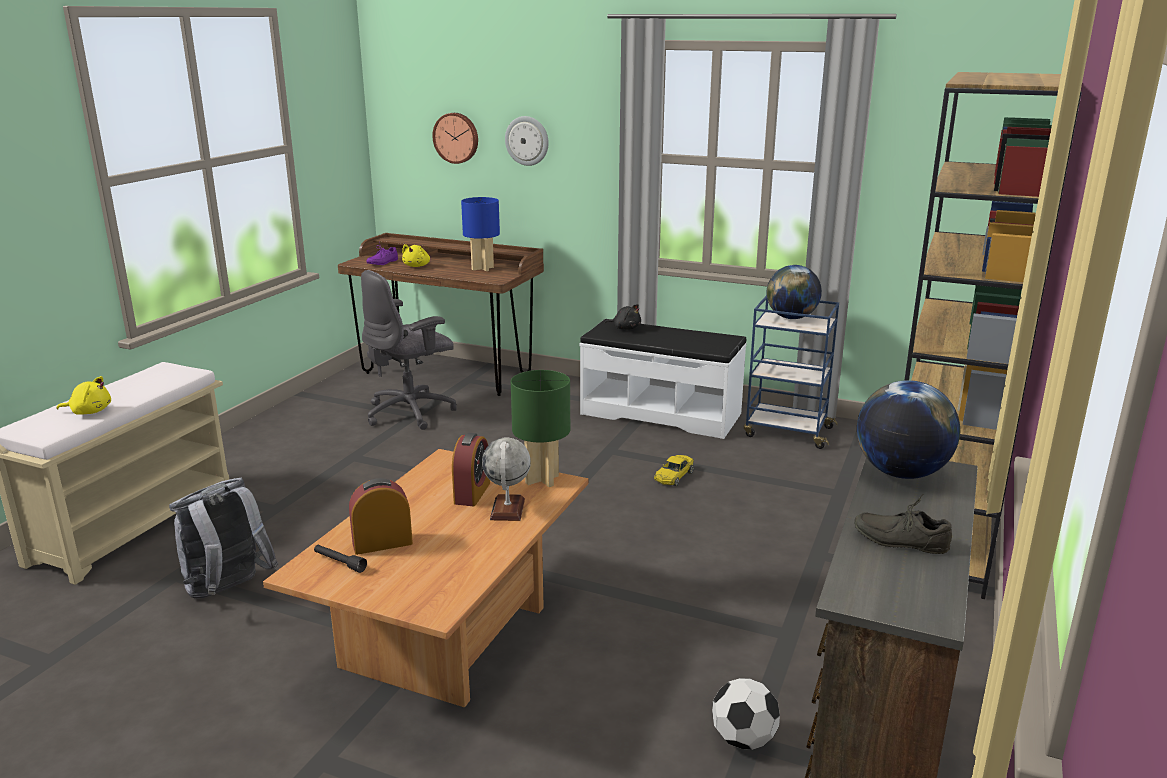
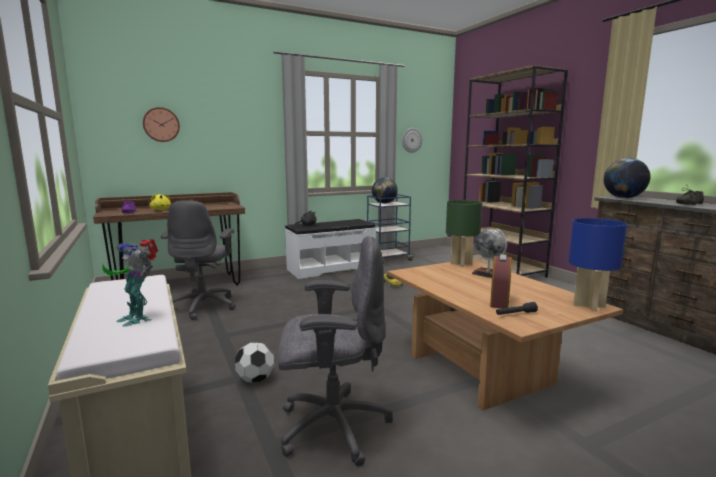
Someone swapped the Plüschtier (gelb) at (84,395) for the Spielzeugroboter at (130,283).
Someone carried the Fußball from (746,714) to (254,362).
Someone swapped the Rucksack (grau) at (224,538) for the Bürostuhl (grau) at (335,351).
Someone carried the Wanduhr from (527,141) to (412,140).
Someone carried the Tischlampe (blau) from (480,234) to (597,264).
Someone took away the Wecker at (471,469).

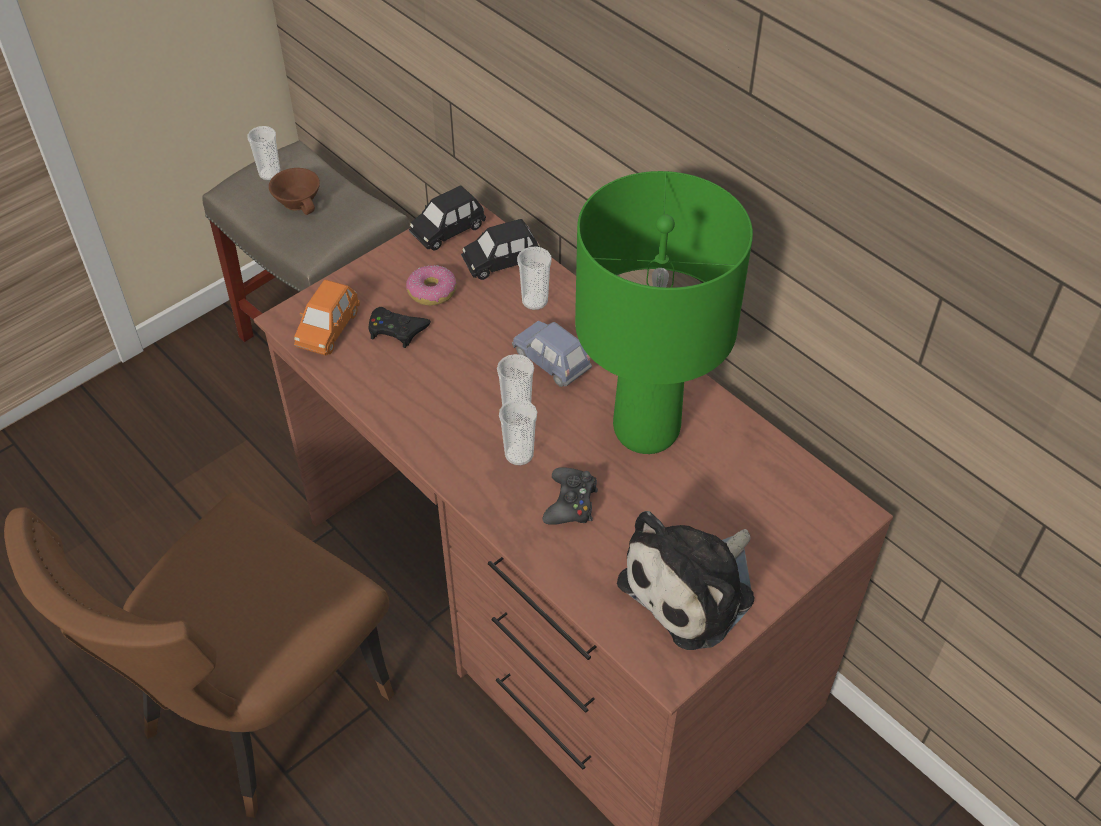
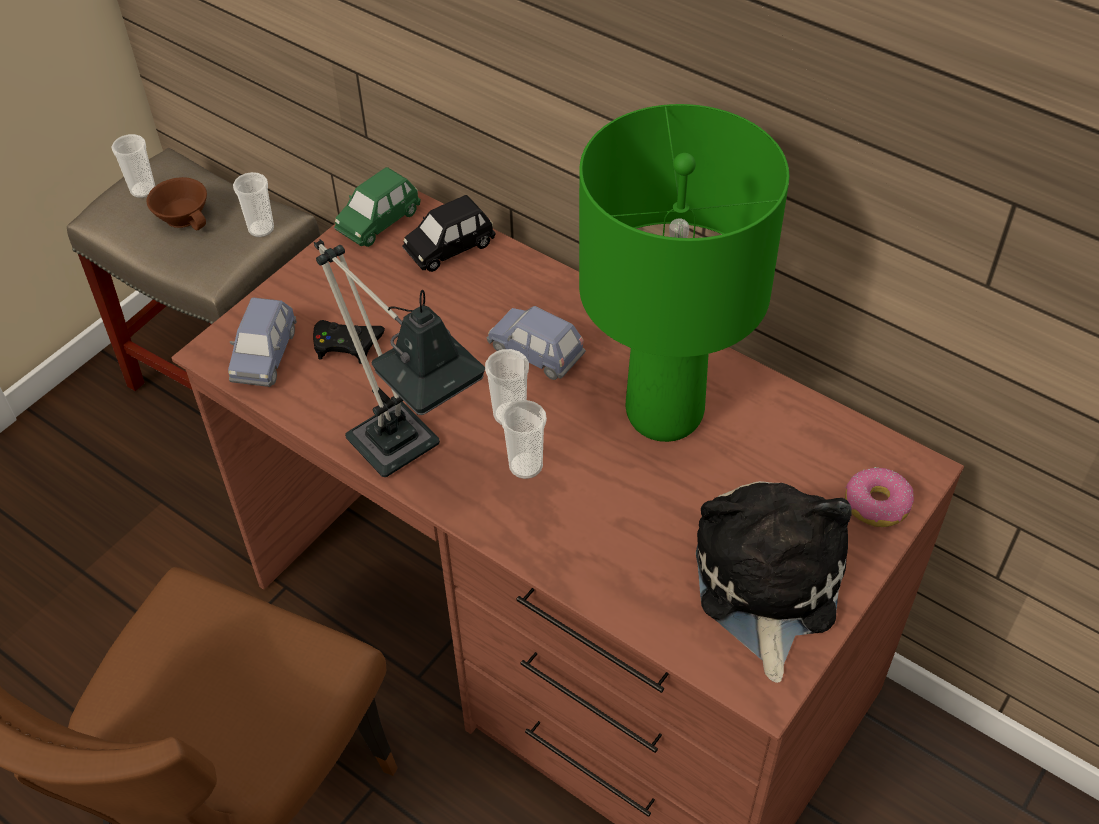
Someone repainted the Spielzeugauto (orange) at (327,318), which became the Spielzeugauto (blau) at (262,342).
Someone carried the Tasse from (534,278) to (253,204).
Someone put down the Tischlampe at (399,358).
Someone repainted the Spielzeugauto (schwarz) at (447,218), which became the Spielzeugauto (grün) at (377,207).
Someone rotated the Plüschtier at (685,580) by 150 degrees clockwise.
Someone carried the Donut from (431,285) to (879,497).
Someone took away the Gamepad (schwarz) at (570,496).

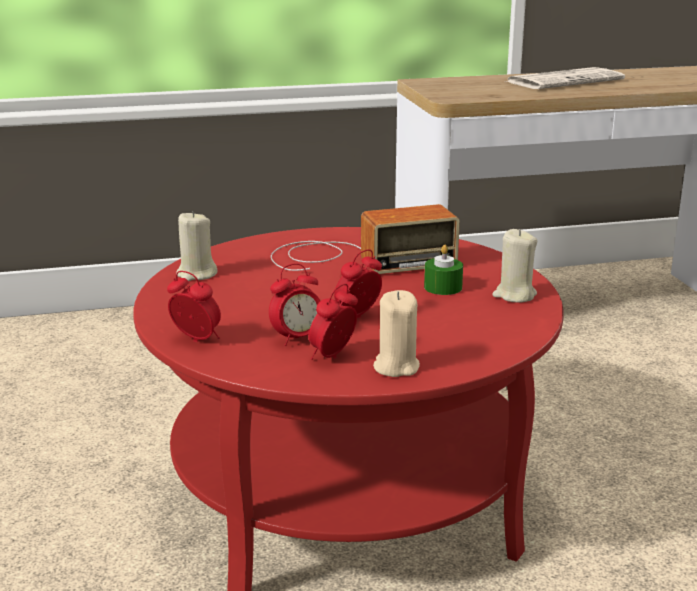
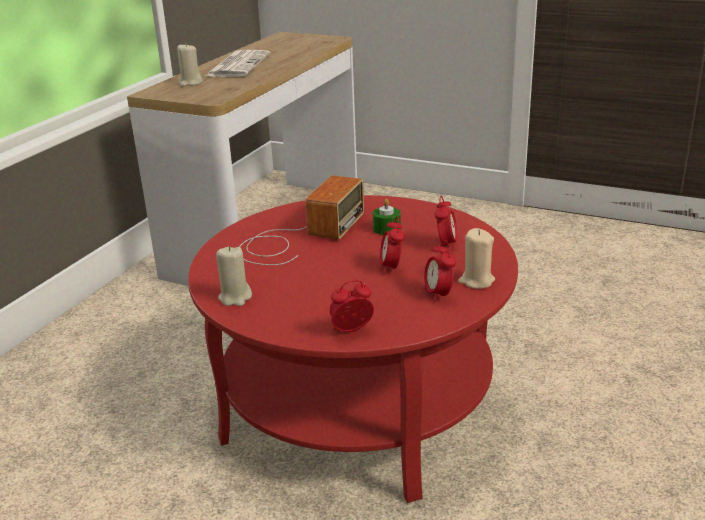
Someone carried the Kerze (beige) from (514,266) to (190,64).
Someone carried the Wecker from (294,304) to (446,223).

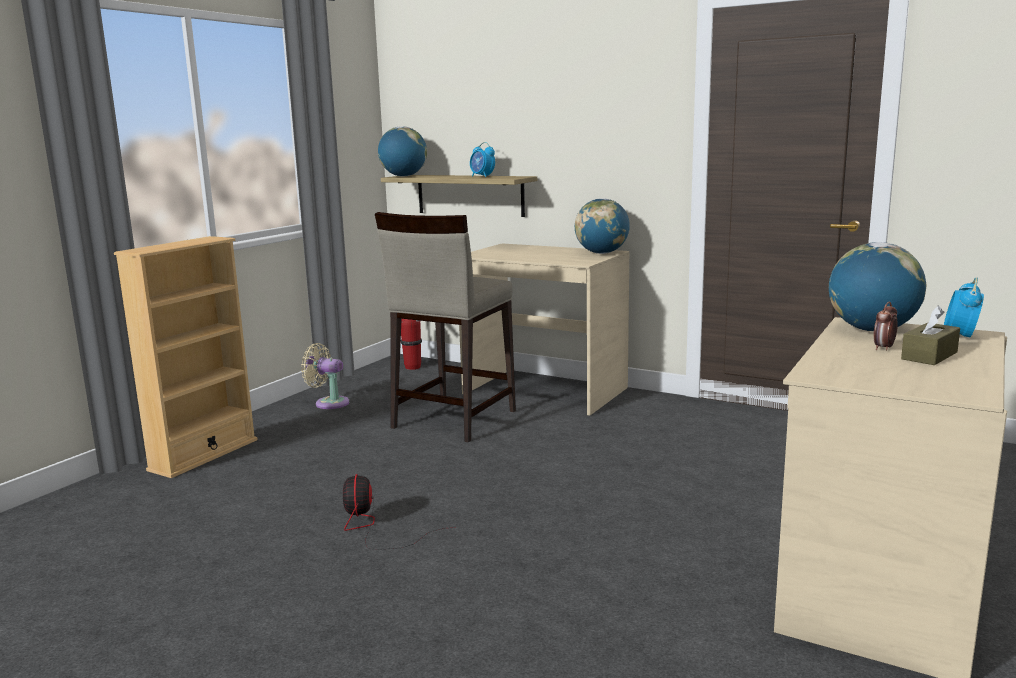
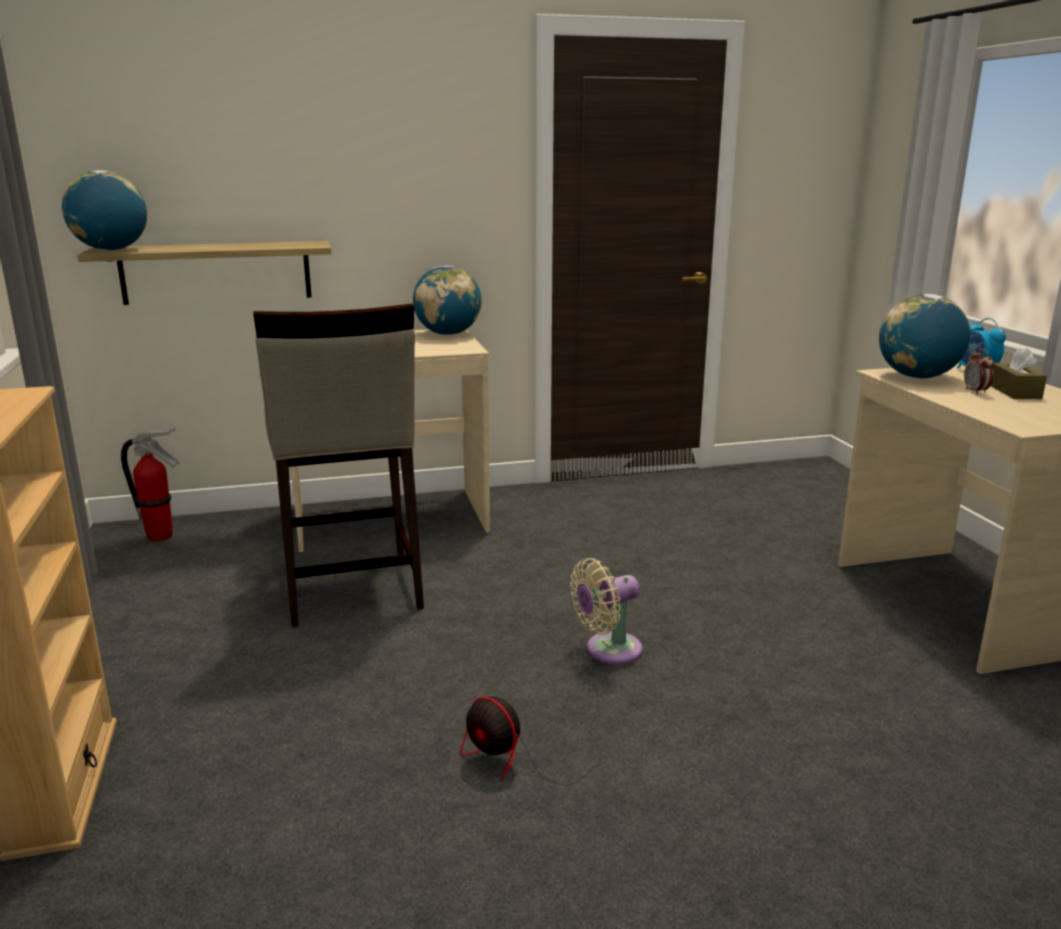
Someone carried the Ventilator (beige) from (325,376) to (606,611).
Someone took away the Wecker at (482,159).

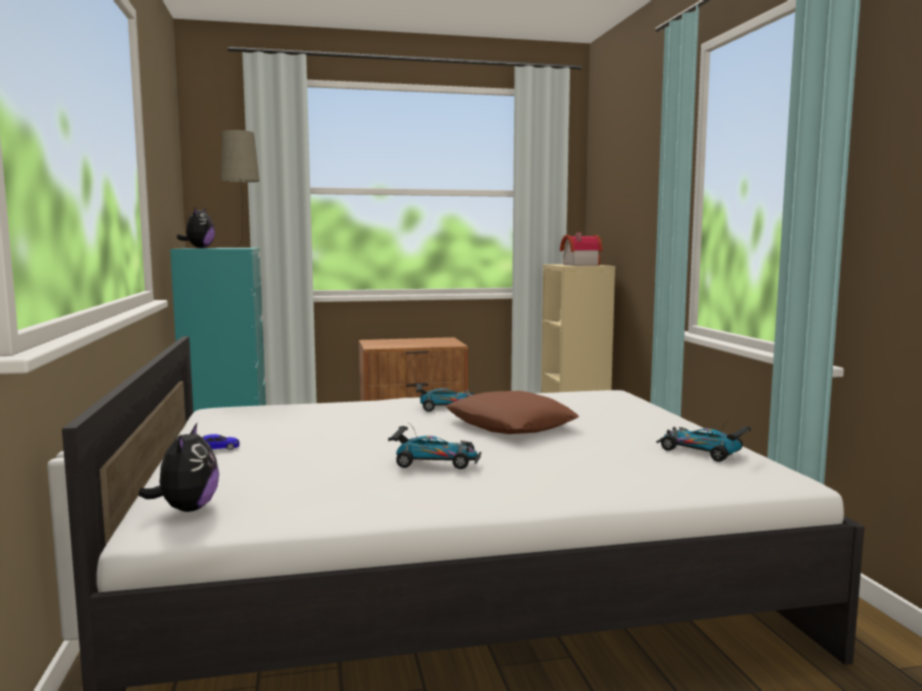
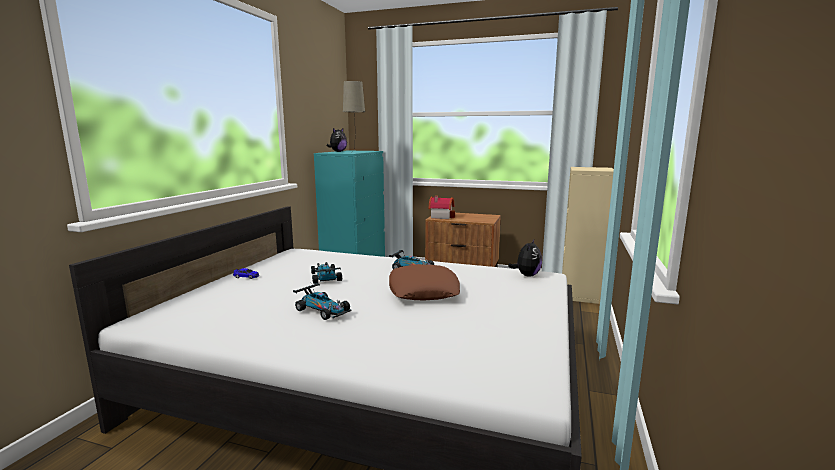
Someone carried the Spielzeugauto from (703,441) to (326,273).
Someone carried the Spielzeughaus from (581,249) to (441,207).
Someone carried the Plüschtier from (178,467) to (525,257).

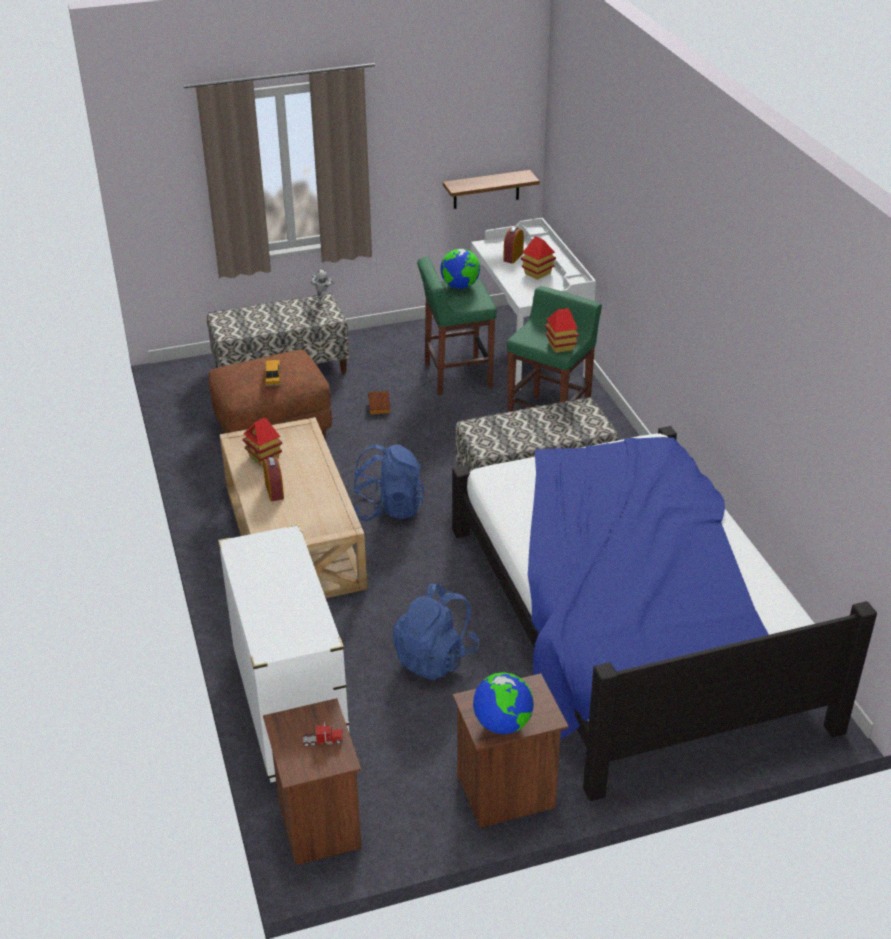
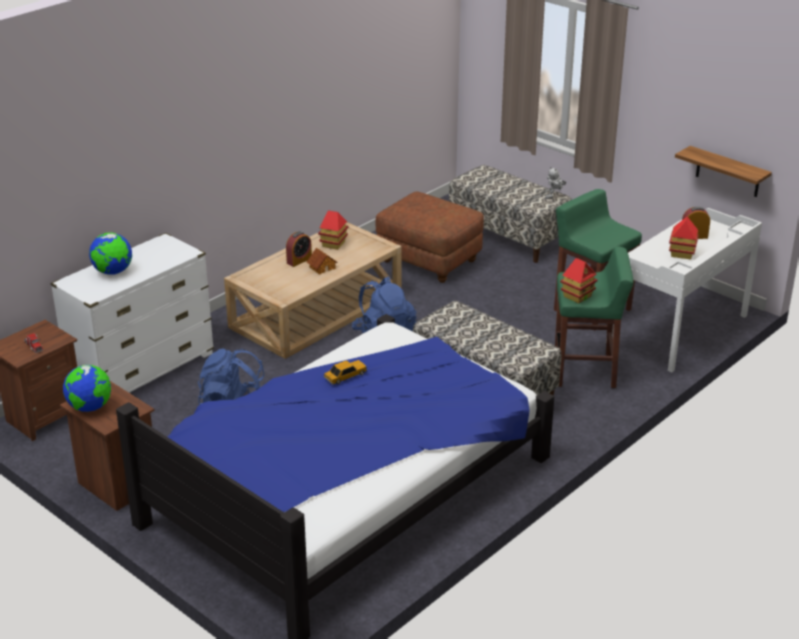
Someone carried the Globus from (460,269) to (110,254).
Someone carried the Spielzeughaus from (379,402) to (322,261).
Someone carried the Spielzeugauto from (273,373) to (345,372).

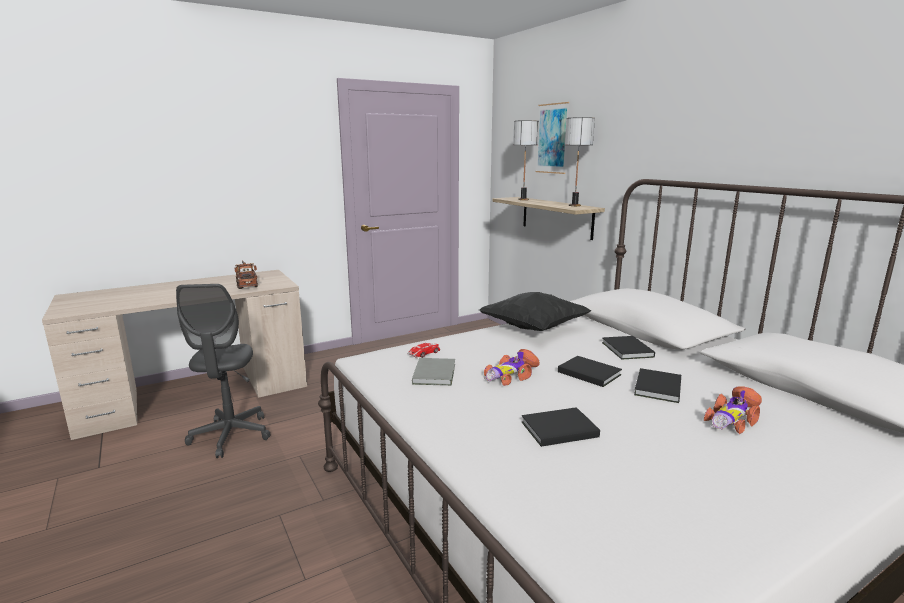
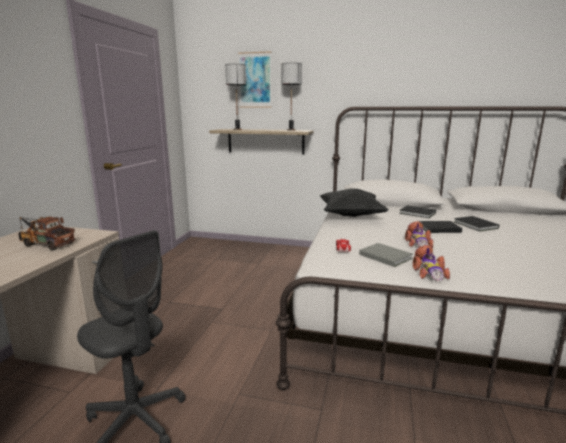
Someone carried the Spielzeugauto from (733,410) to (431,263).
Someone took away the Buch (schwarz) at (560,427).

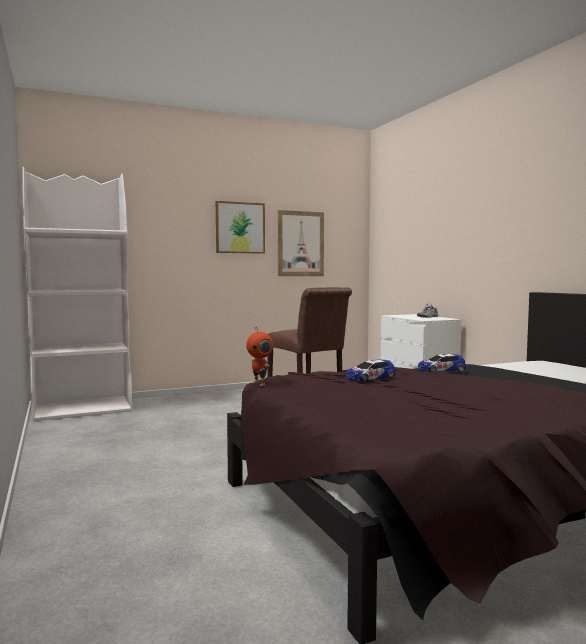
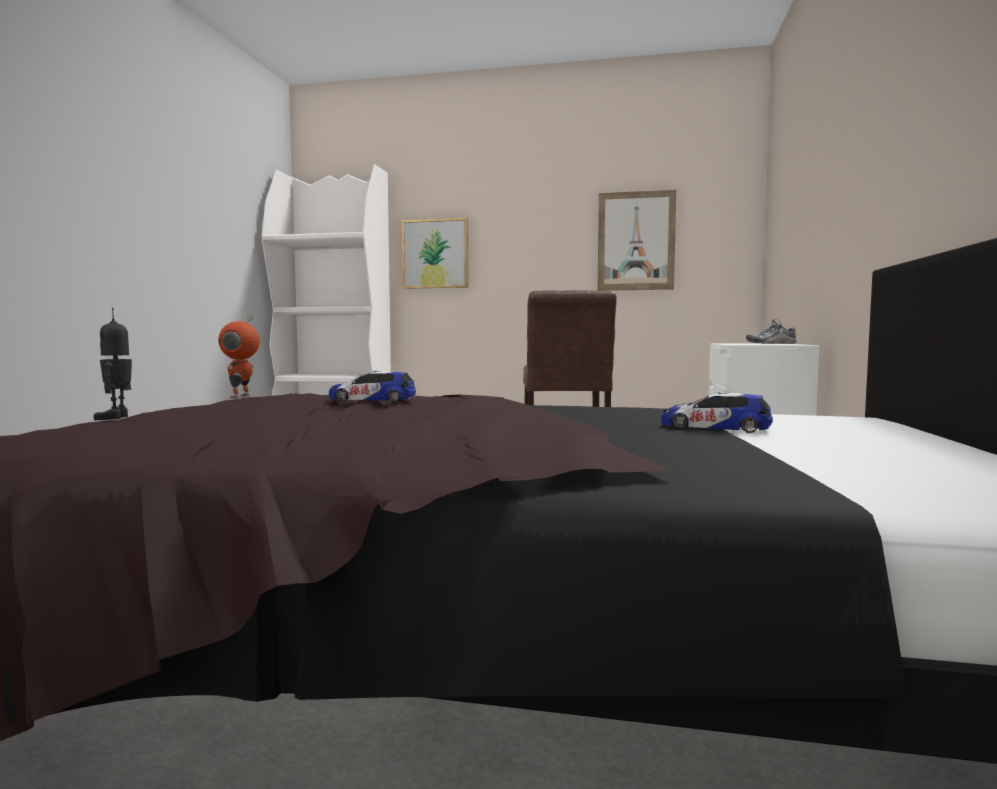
Someone put down the Spielzeugroboter at (112,364).
Someone carried the Bild from (240,227) to (435,253).
Someone carried the Spielzeugauto from (442,363) to (717,412).

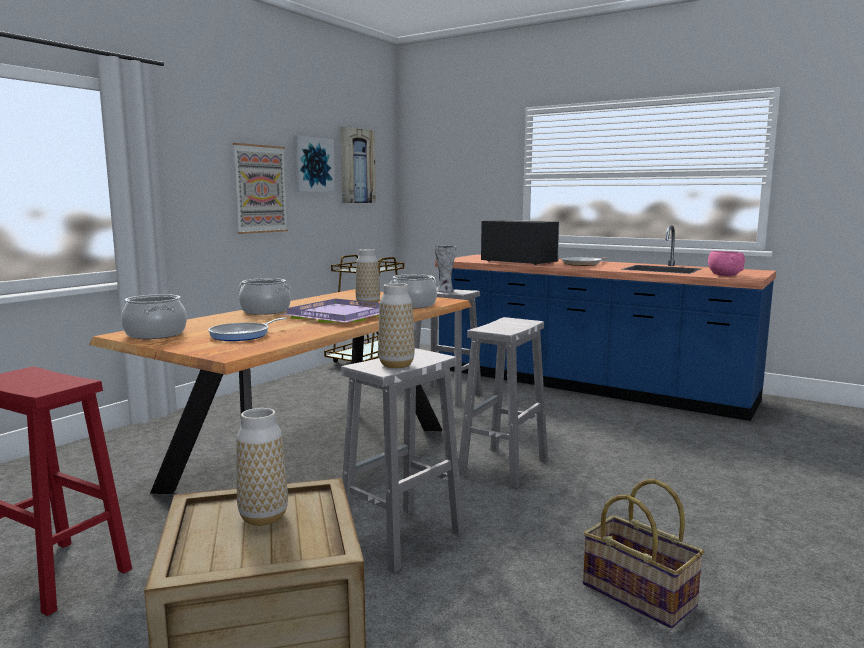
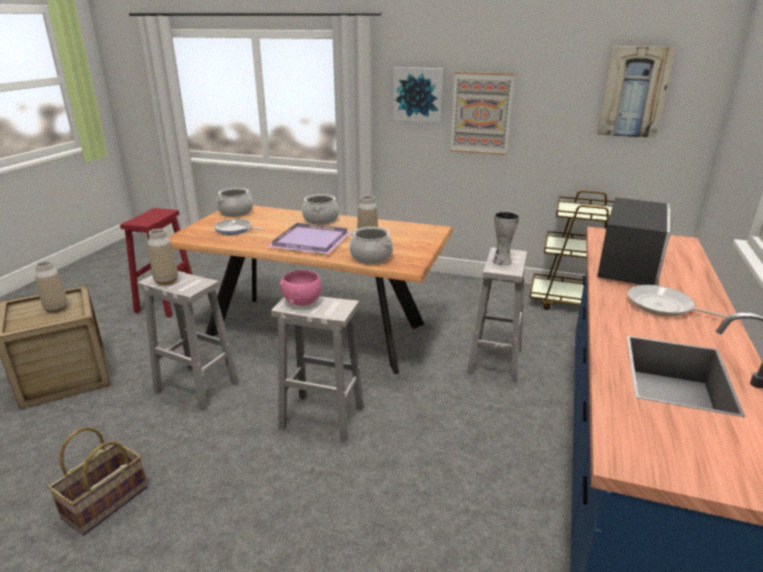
Someone carried the Schüssel (rosa) from (726,263) to (300,288).
Someone carried the Bild from (314,164) to (418,95).

